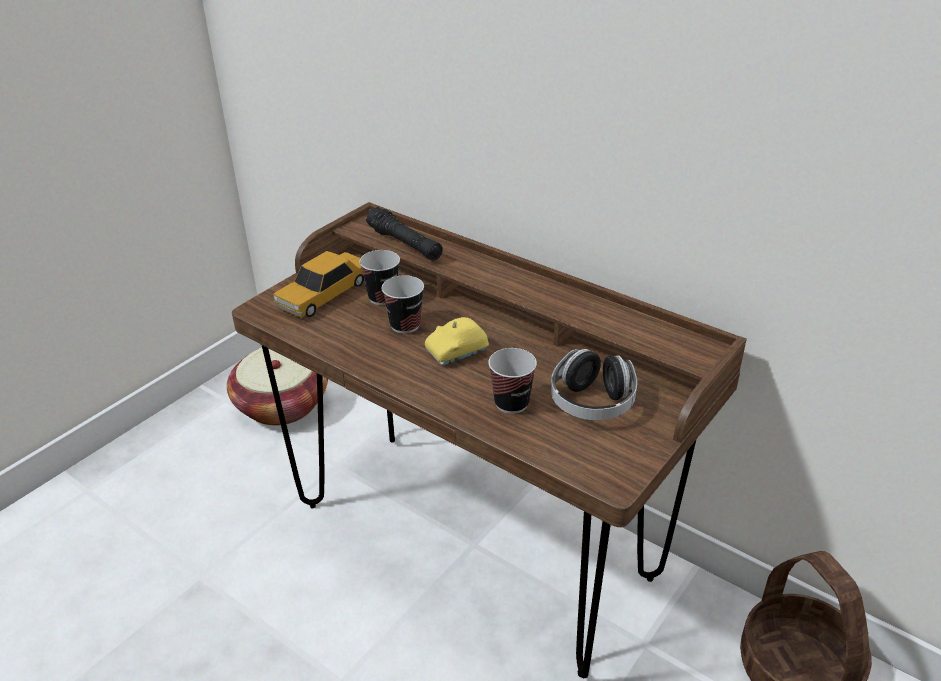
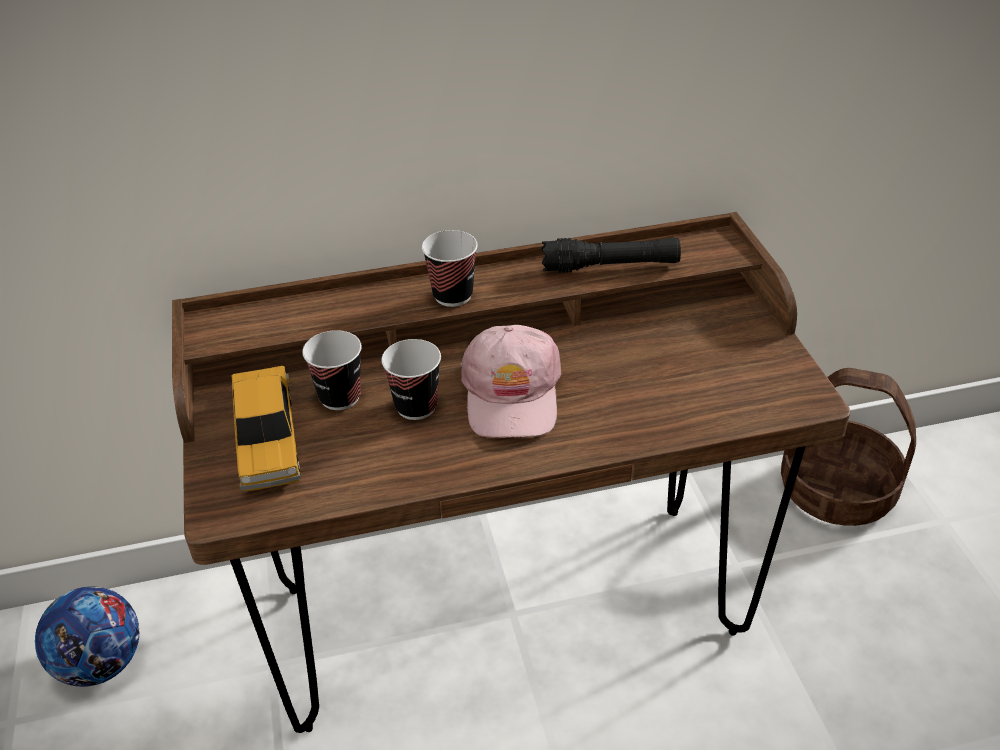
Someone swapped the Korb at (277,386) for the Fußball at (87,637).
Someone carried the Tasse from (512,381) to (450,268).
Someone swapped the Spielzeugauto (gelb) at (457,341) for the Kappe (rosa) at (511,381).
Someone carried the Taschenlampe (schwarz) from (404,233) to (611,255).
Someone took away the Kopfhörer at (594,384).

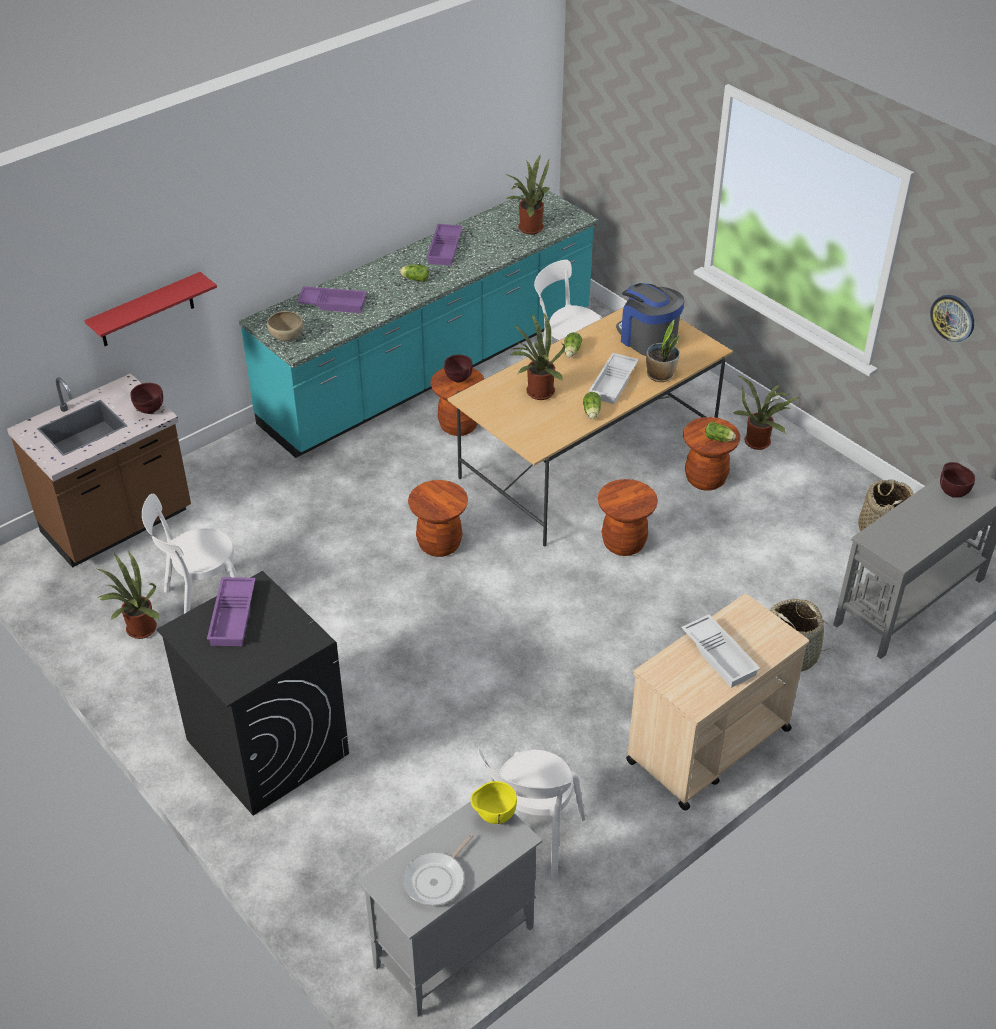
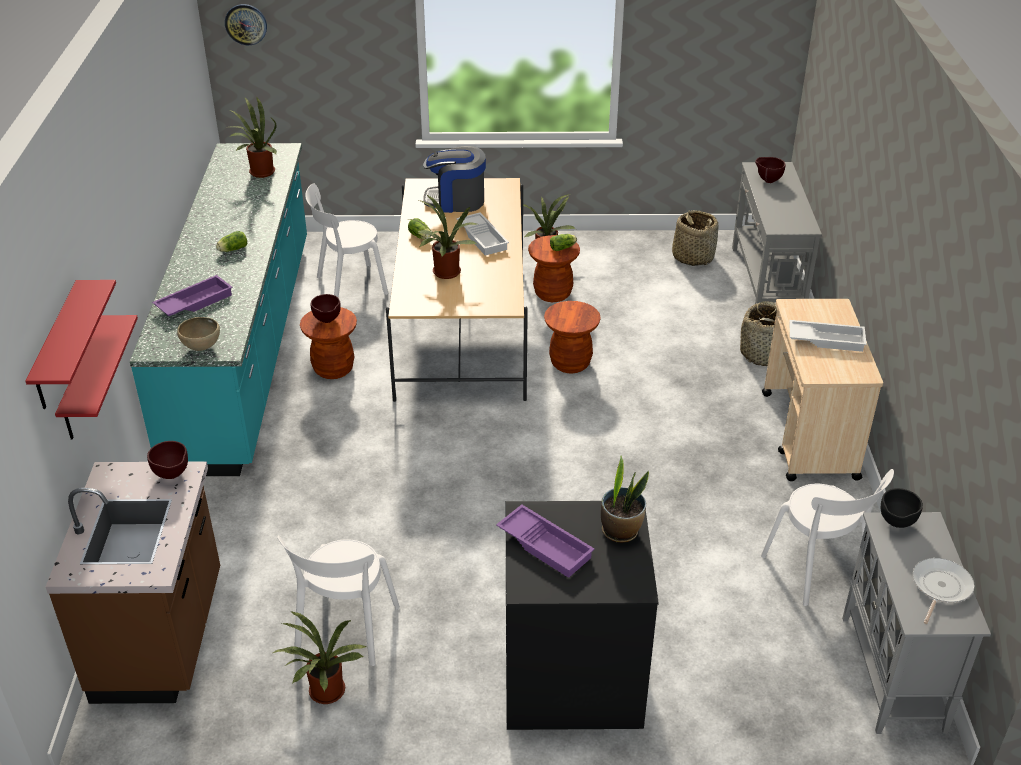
Someone put up the Wandregal (rot) at (70,344).
Someone carried the Wanduhr from (952,318) to (246,24).
Someone carried the Topfpflanze from (663,351) to (625,499).
Someone repainted the Schüssel (gelb) at (494,802), which became the Schüssel (schwarz) at (902,508).
Someone rotated the Pfanne at (438,870) by 135 degrees counterclockwise.
Someone took away the Hocker (braun) at (438,518).
Someone took away the Tablett (lila) at (444,245).
Someone took away the Salatkopf at (592,405).

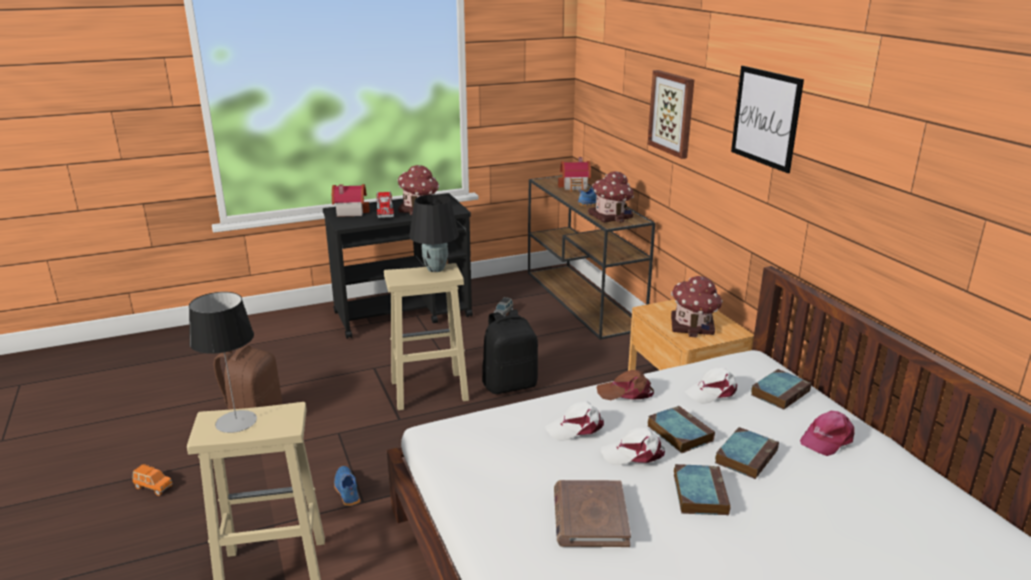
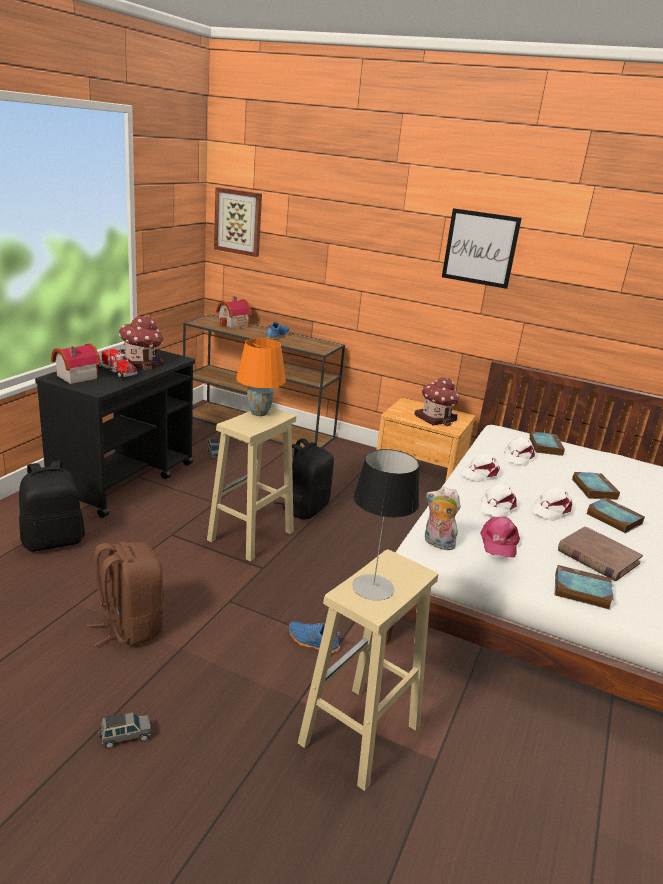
Someone put down the Rucksack (schwarz) at (52,506).
Someone repainted the Spielzeugauto (orange) at (152,480), which became the Spielzeugauto (grau) at (125,731).
Someone carried the Bild from (671,114) to (238,222).
Someone repainted the Tischlampe (schwarz) at (434,233), which became the Tischlampe (orange) at (261,377).
Someone put down the Plüschtier at (443,518).
Someone repainted the Kappe (braun) at (625,385), which became the Kappe (weiß) at (479,468).
Someone carried the Kappe (rosa) from (827,433) to (500,537).
Someone carried the Buch from (681,429) to (584,587).
Someone took away the Spielzeughaus at (611,197).

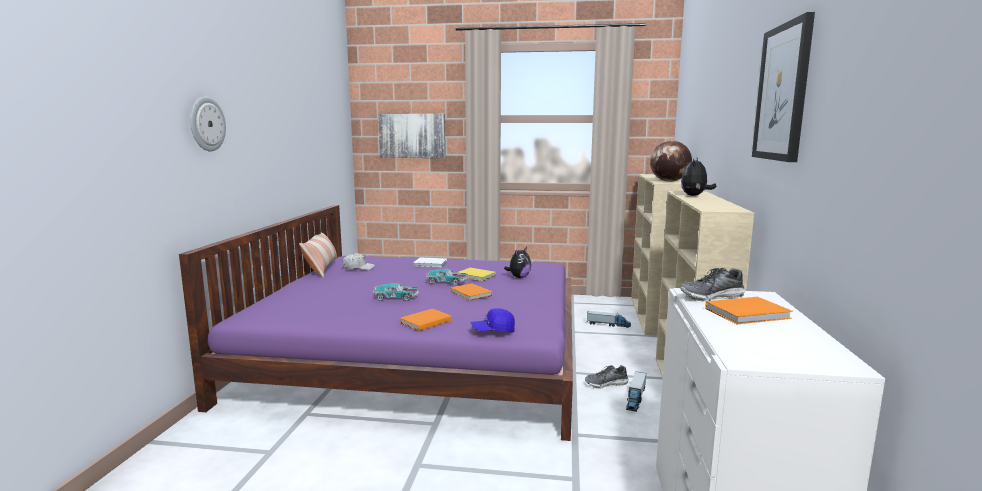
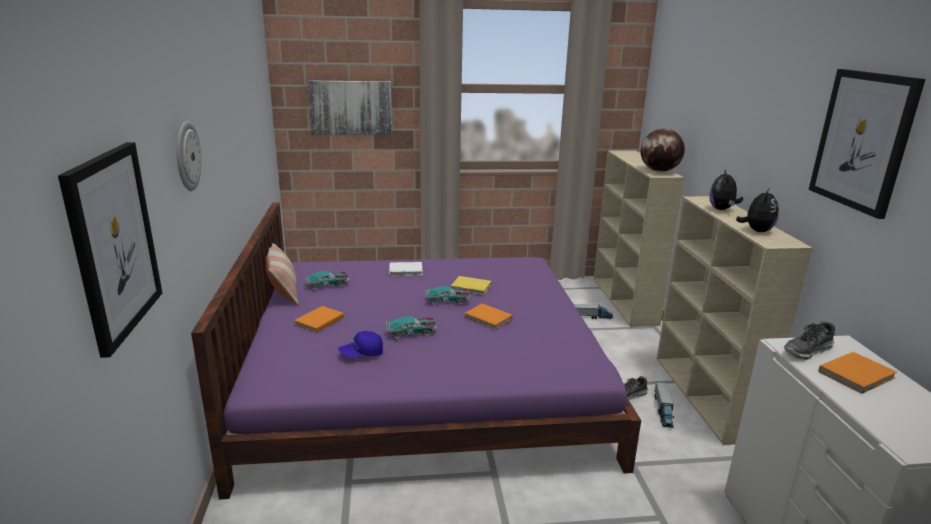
Someone put up the Bild at (110,250).
Someone carried the Buch (orange) from (426,320) to (319,319).
Someone swapped the Kappe (weiß) at (358,261) for the Spielzeugauto at (327,280).
Someone carried the Kappe (blau) from (492,320) to (360,344).
Someone carried the Plüschtier from (517,262) to (757,209).

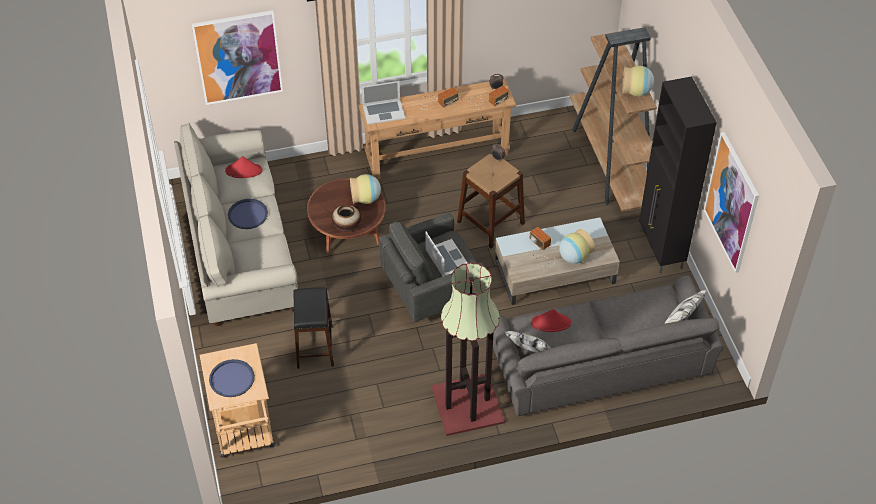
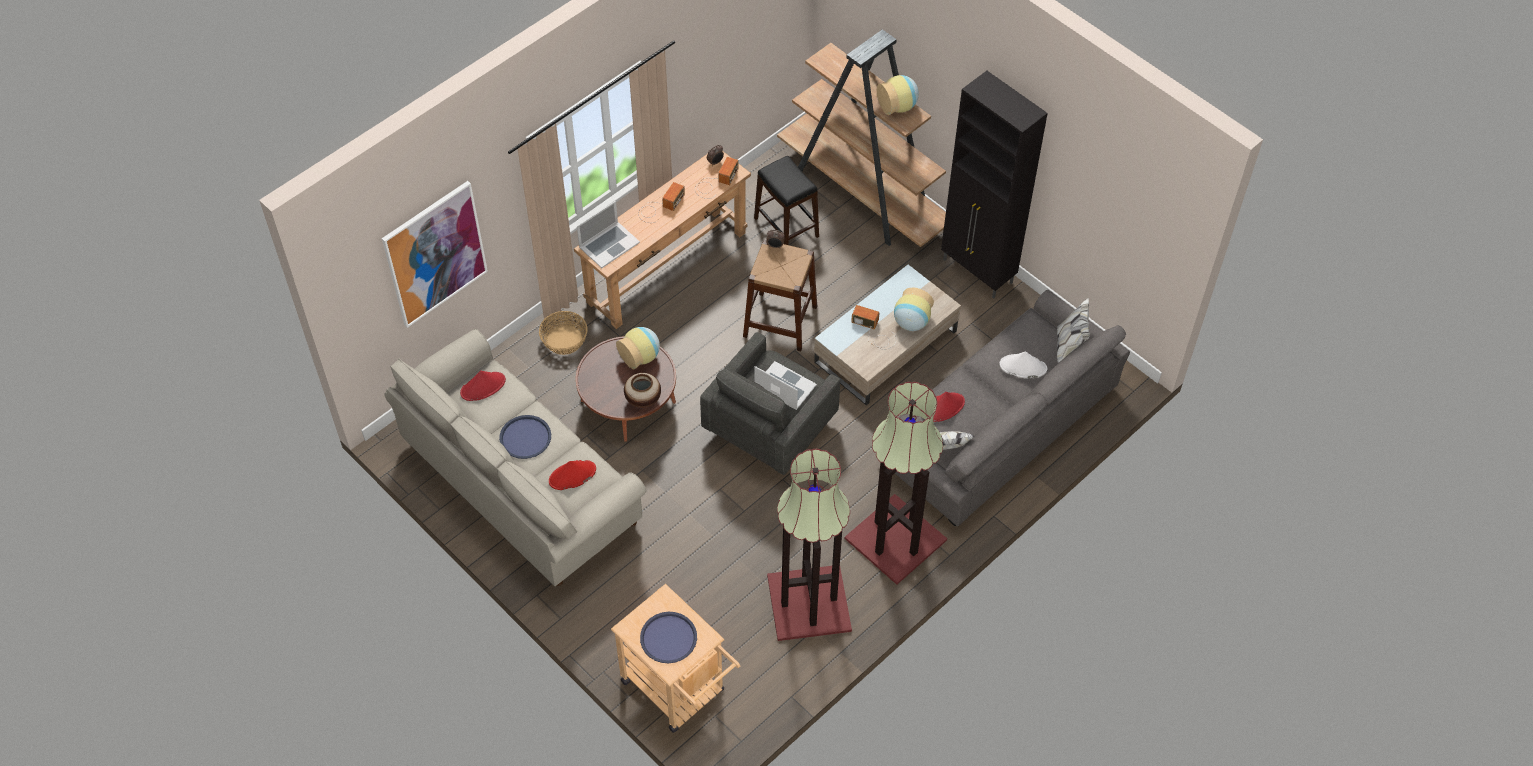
Someone put down the Korb at (563,333).
Someone put down the Hut (rot) at (572,475).
Someone carried the Hocker (schwarz) from (314,328) to (786,200).
Someone put down the Stehlampe at (809,545).
Someone put down the Hut (weiß) at (1023,365).
Someone took away the Bild at (731,202).

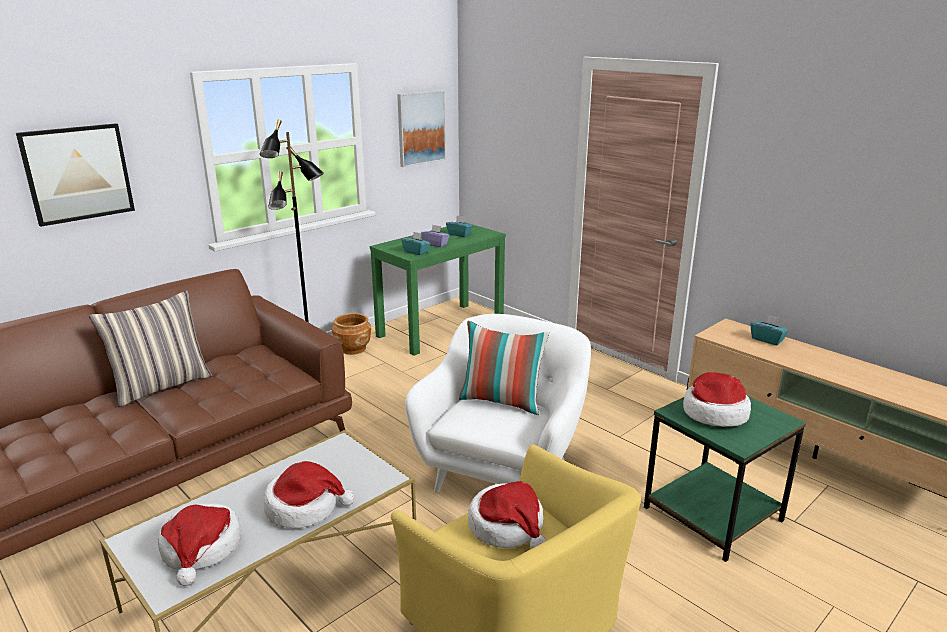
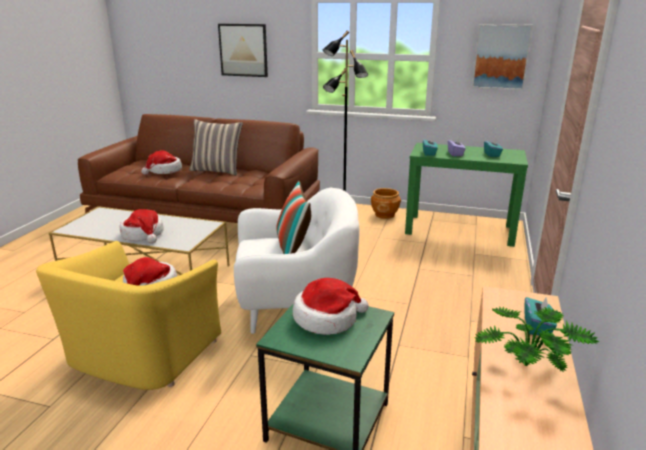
Someone carried the Hut from (199,544) to (161,162).
Someone put down the Topfpflanze at (537,339).

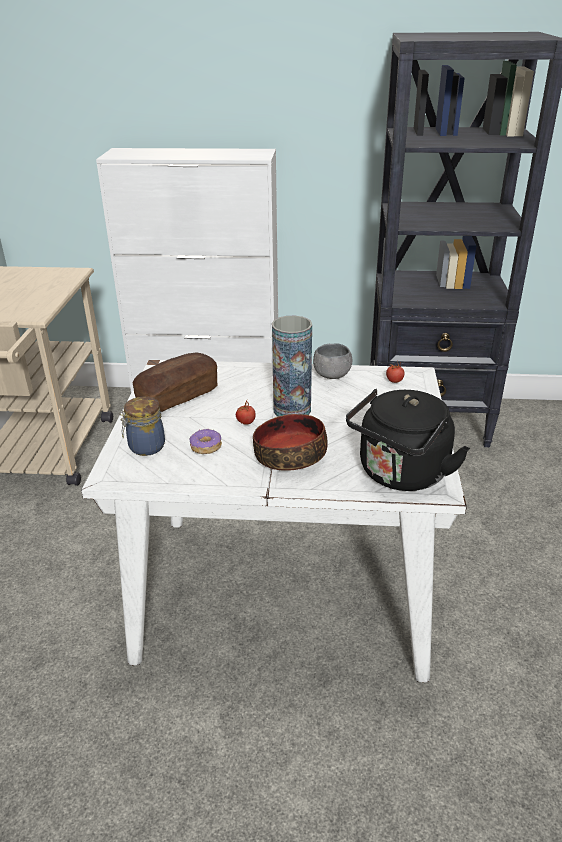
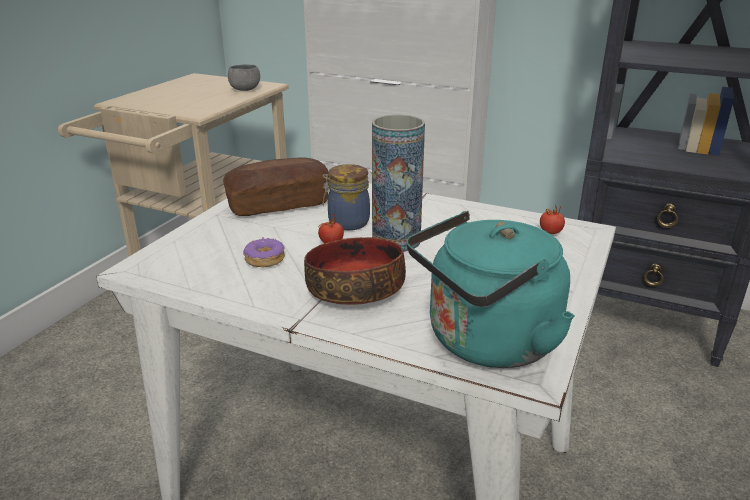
Someone carried the Schüssel (grau) from (332,361) to (244,77).
Someone carried the Vorratsglas from (142,426) to (346,197).
Someone repainted the Wasserkessel (schwarz) at (408,440), which became the Wasserkessel (türkis) at (491,289).

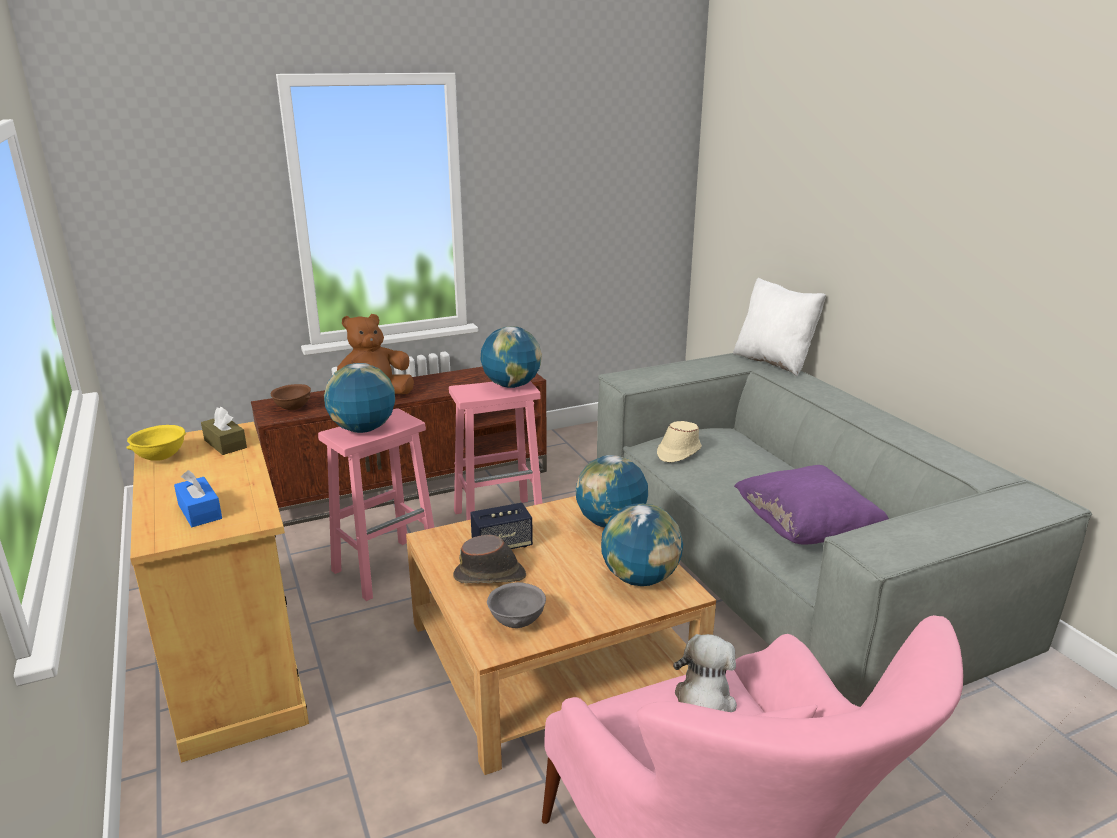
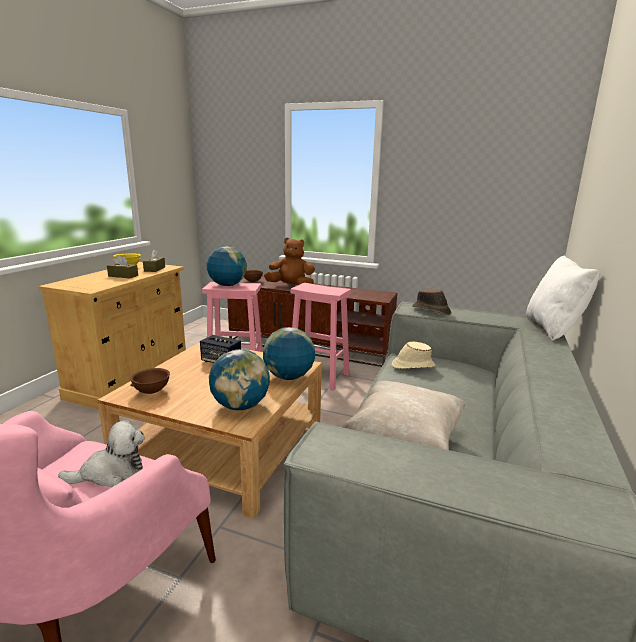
Someone put down the Taschentuchbox (braun) at (122,266).
Someone repainted the Schüssel (grau) at (516,605), which became the Schüssel (braun) at (150,381).
Someone repainted the Kissen (lila) at (811,504), which became the Kissen (beige) at (404,415).
Someone carried the Hut (braun) from (489,559) to (431,301).
Someone took away the Taschentuchbox (blau) at (198,498).
Someone took away the Globus at (511,357).

